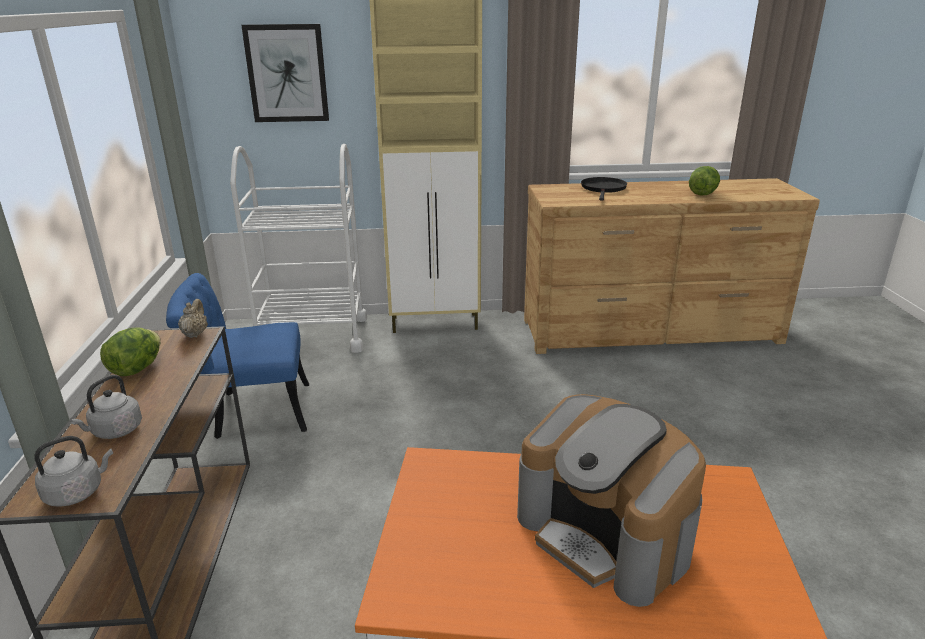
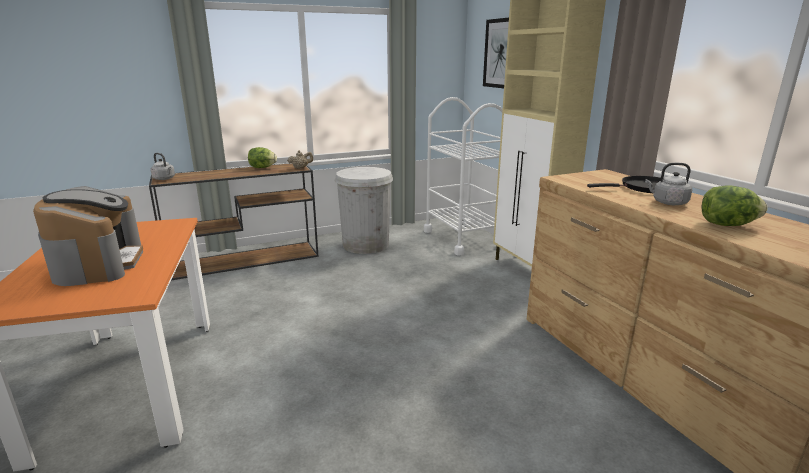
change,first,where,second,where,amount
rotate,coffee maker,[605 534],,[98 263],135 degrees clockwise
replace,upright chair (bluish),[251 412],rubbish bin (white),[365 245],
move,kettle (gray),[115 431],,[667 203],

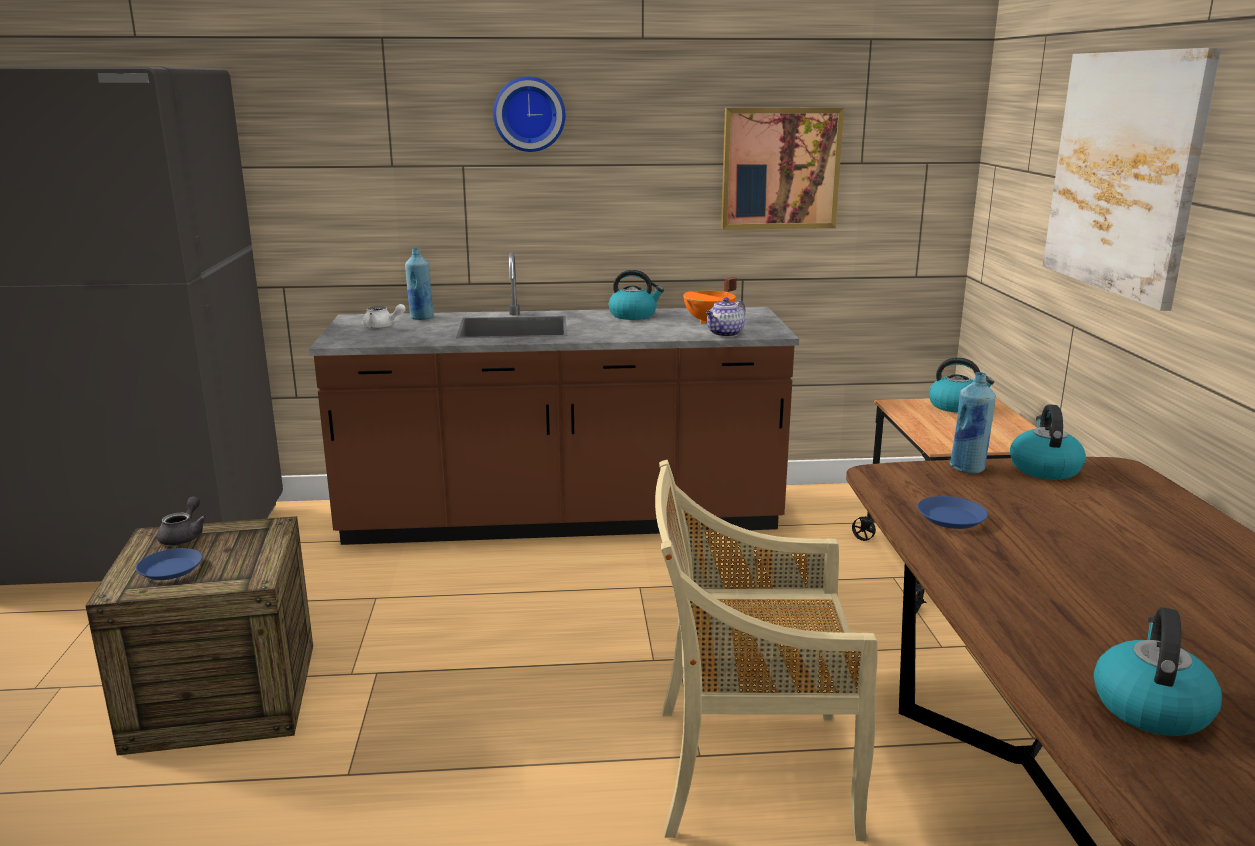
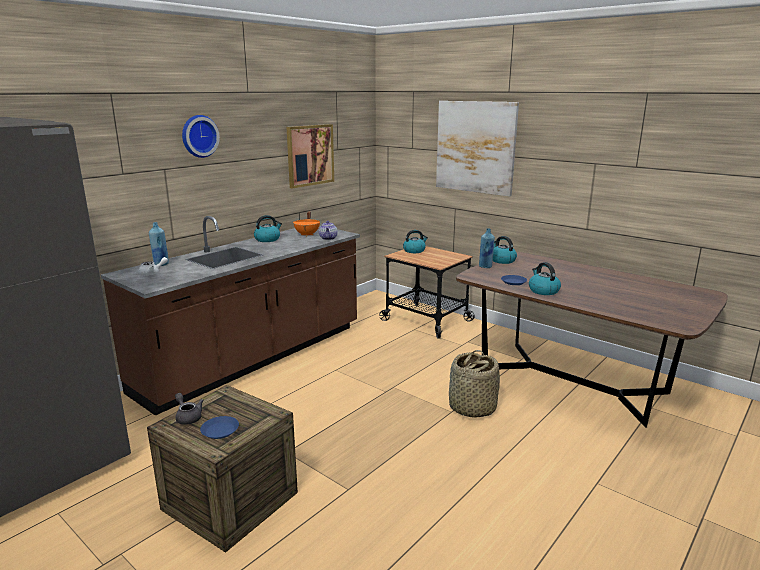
change,first,where,second,where,amount
replace,upright chair (beige),[749 770],basket,[471 407],
move,kettle,[1150 706],,[543 290],

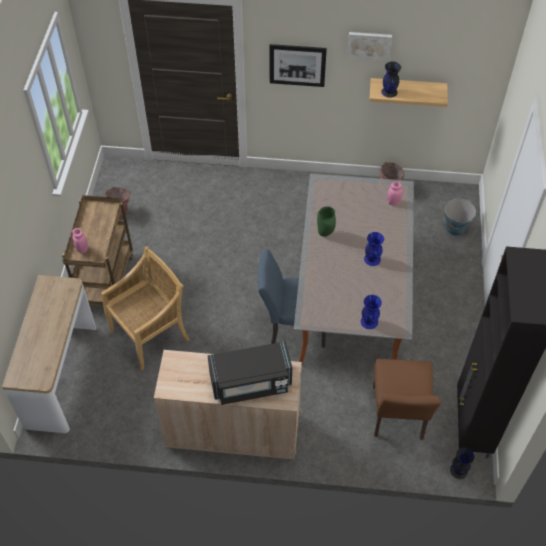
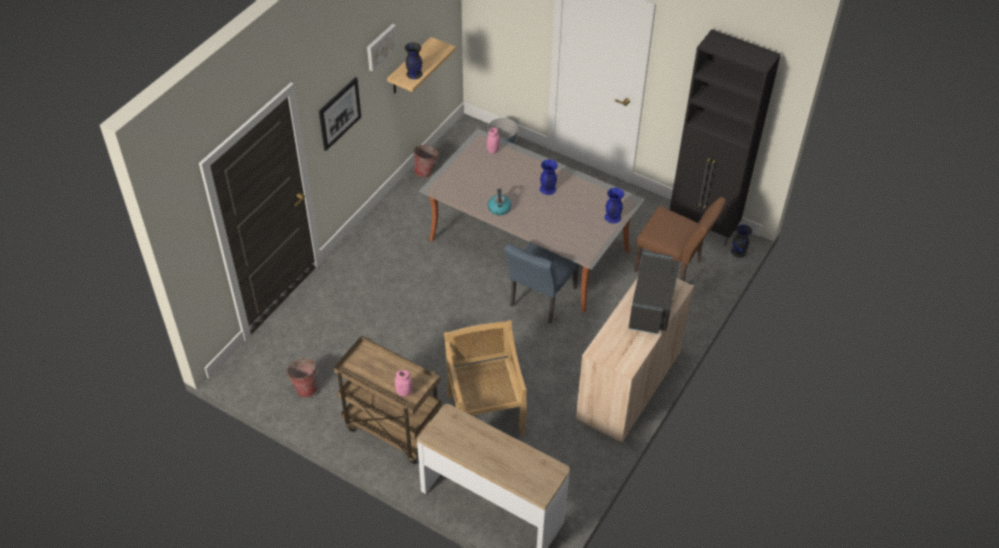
change,first,where,second,where,amount
replace,vase (greenish),[324 233],kettle,[499 208],

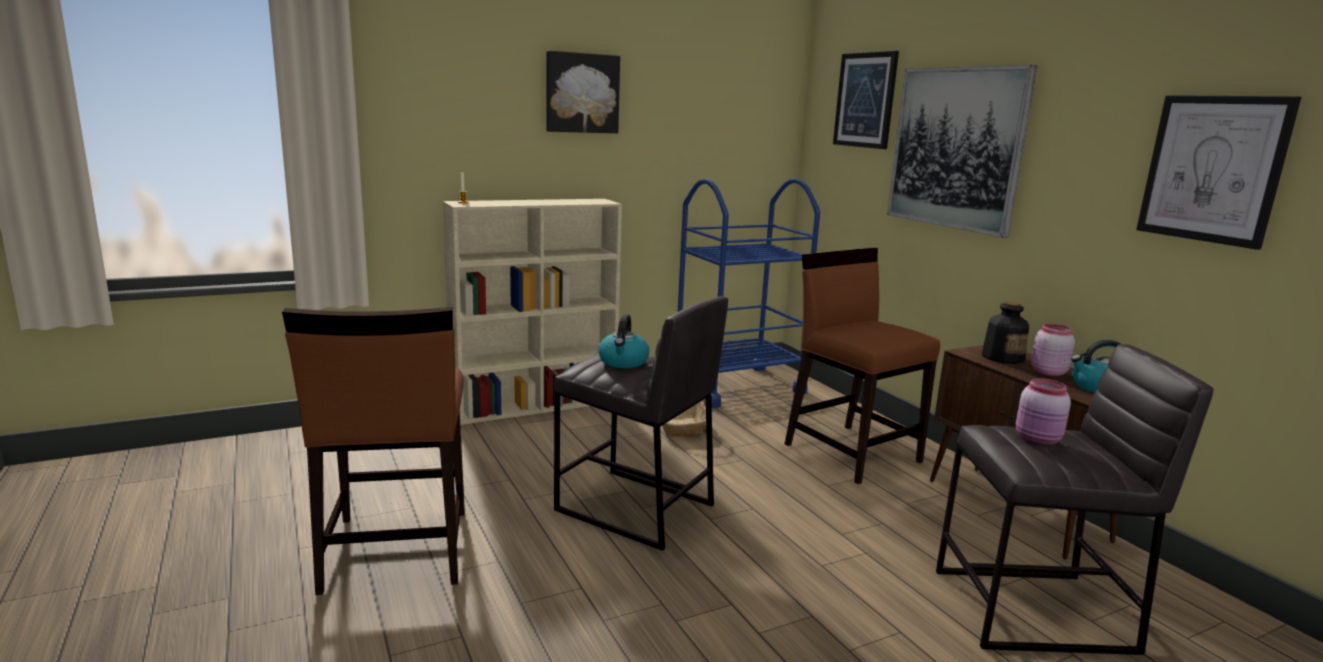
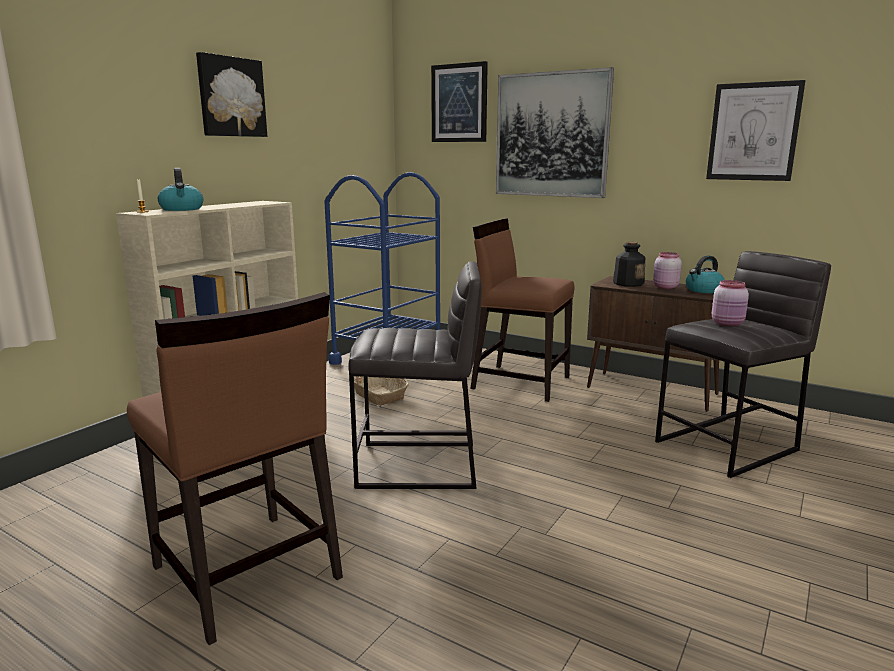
change,first,where,second,where,amount
move,kettle,[623 362],,[182 209],

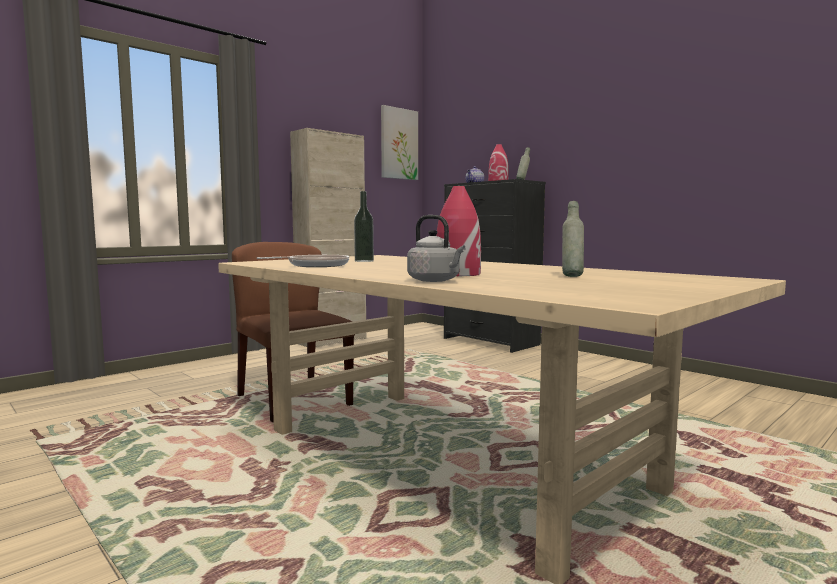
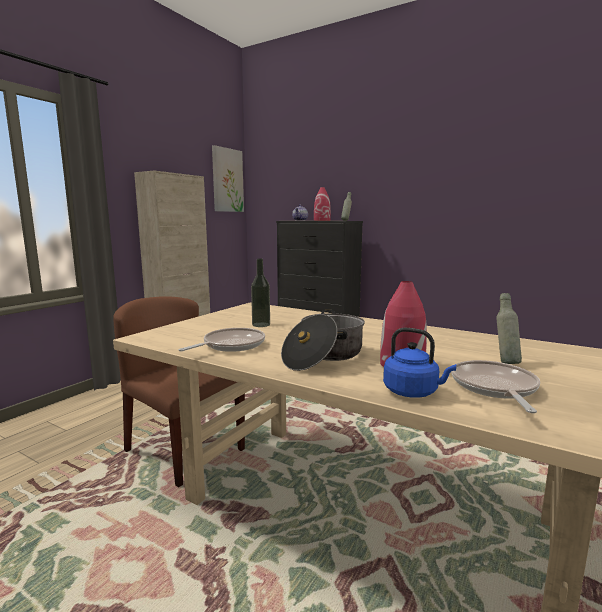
change,first,where,second,where,amount
insert,,,cooking pot,[323 356],
recolor,kettle (gray),[435 280],kettle (bluish),[413 392],
insert,,,skillet,[494 388],

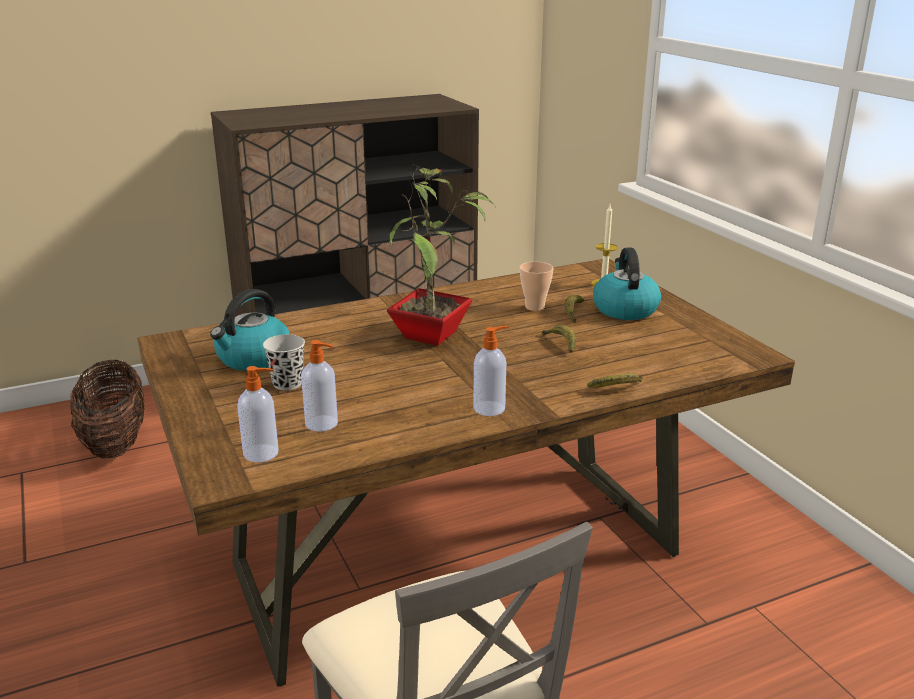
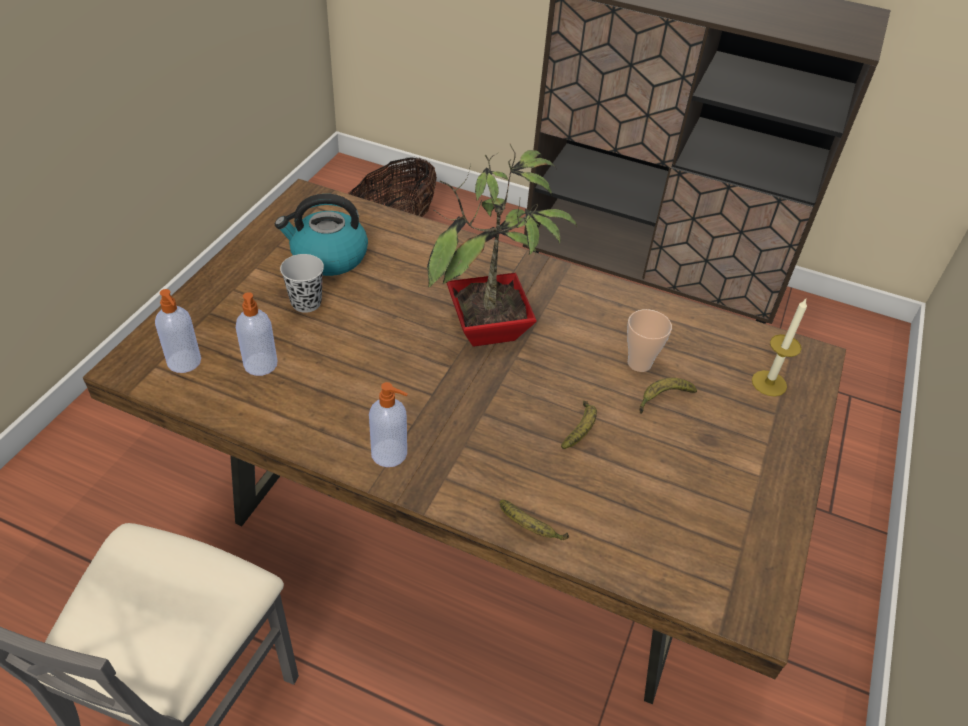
change,first,where,second,where,amount
delete,kettle,[624 309],,,

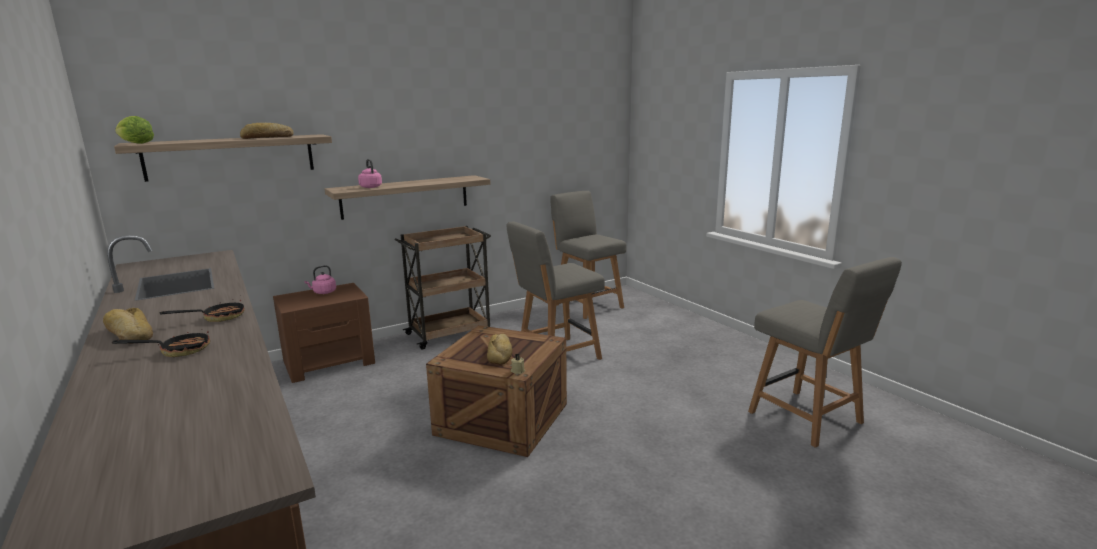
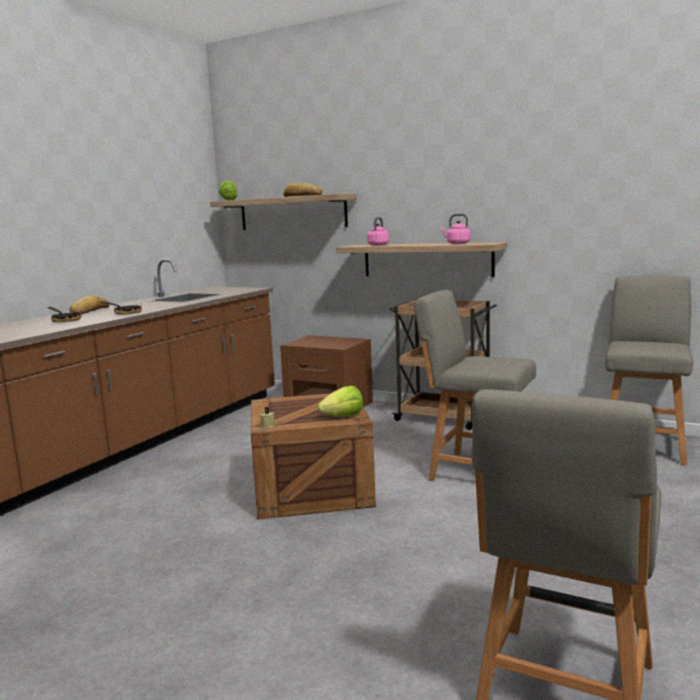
change,first,where,second,where,amount
insert,,,head of lettuce,[343 416],
move,kettle (pinkish),[323 292],,[457 243],
delete,bakery bread,[500 353],,,

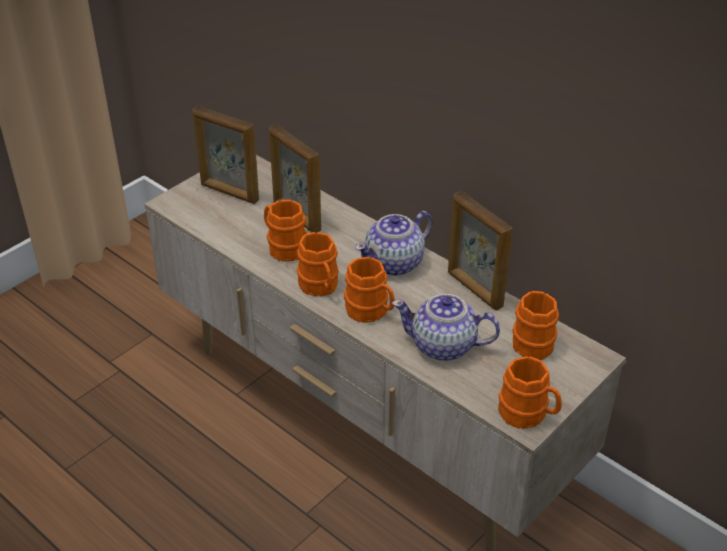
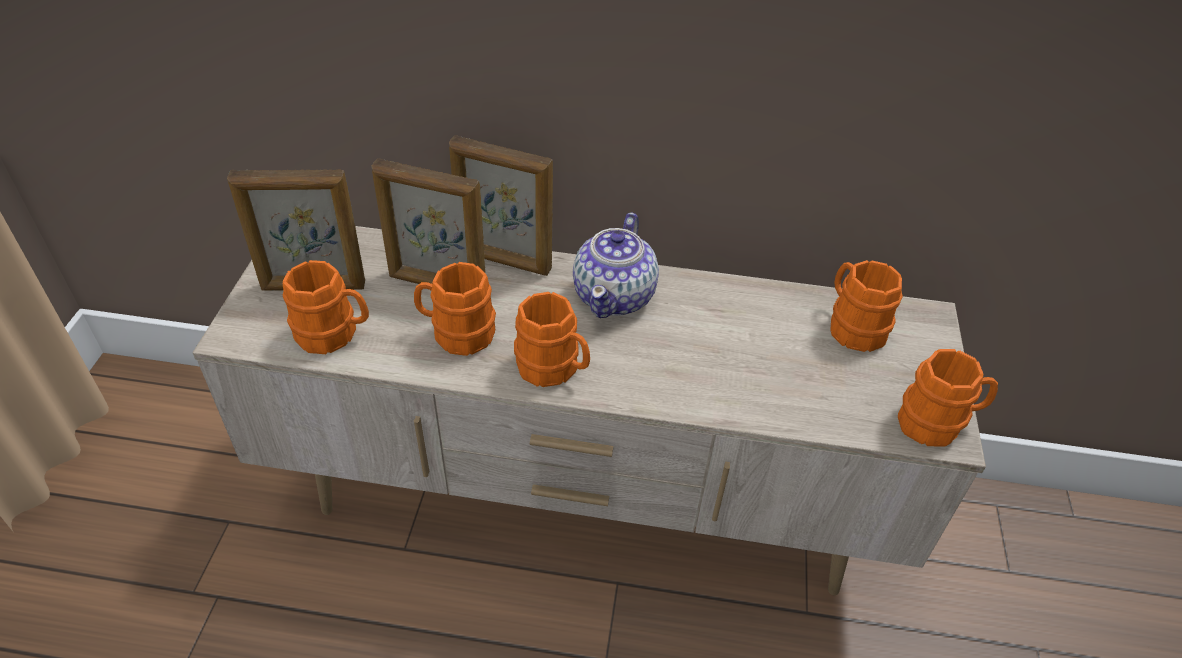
change,first,where,second,where,amount
move,tea mug (orangey),[371 312],,[334 334],
move,photo frame,[474 290],,[504 261],
delete,teapot,[444 346],,,

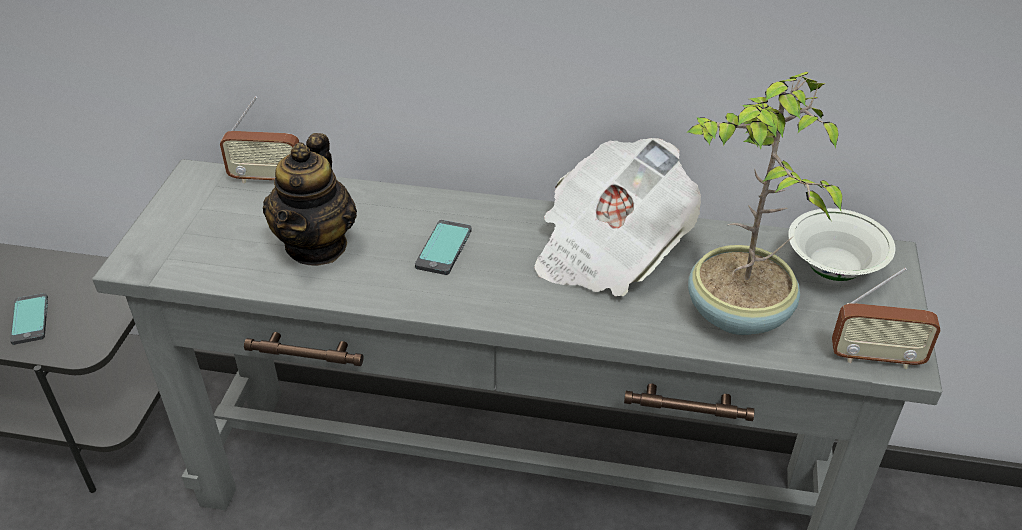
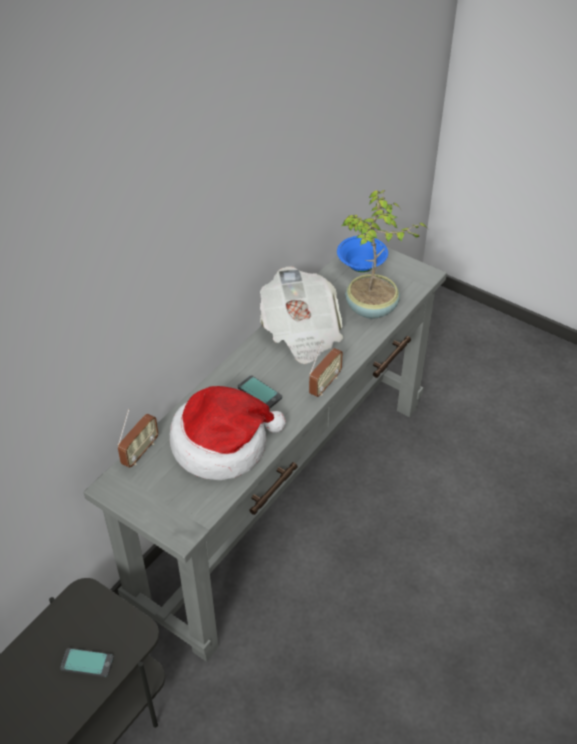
change,first,where,second,where,amount
replace,teapot,[317 245],hat,[222 444],
move,radio receiver,[876 358],,[324 384],
recolor,serving bowl (white),[833 270],serving bowl (bluish),[361 267],

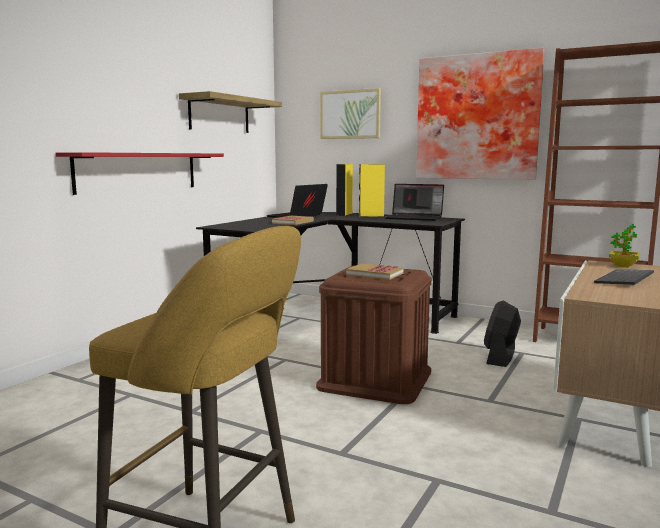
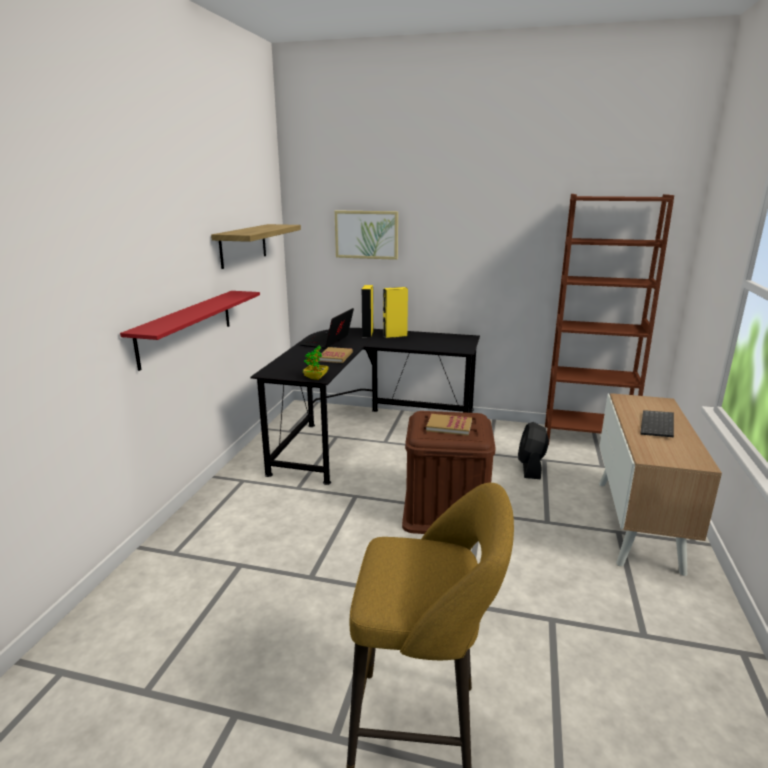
change,first,where,second,where,amount
move,houseplant,[623 266],,[316 377],
delete,laptop,[415 218],,,
delete,picture,[477 117],,,

